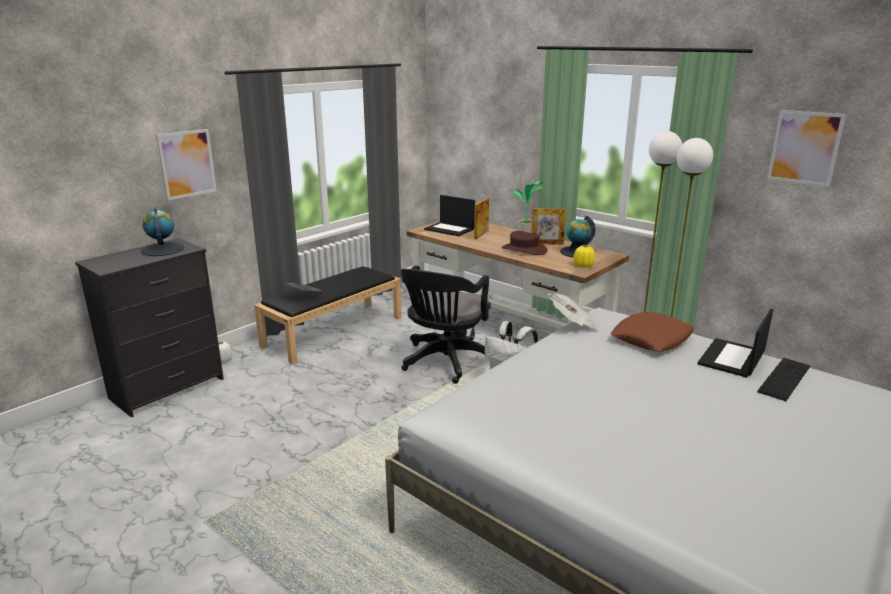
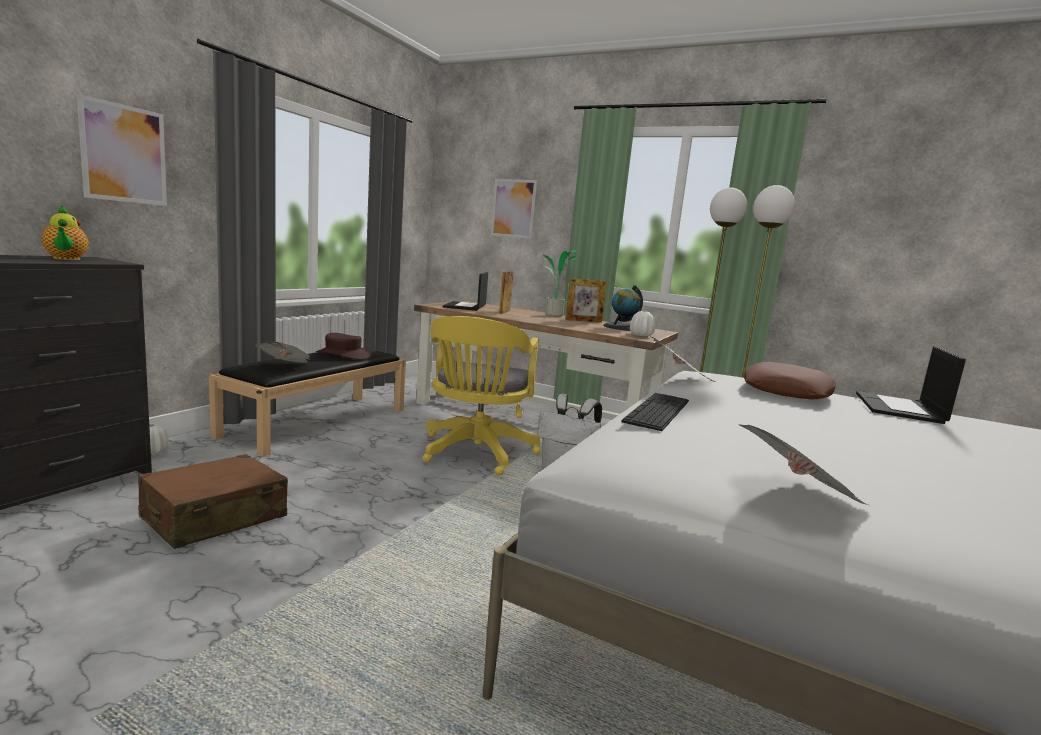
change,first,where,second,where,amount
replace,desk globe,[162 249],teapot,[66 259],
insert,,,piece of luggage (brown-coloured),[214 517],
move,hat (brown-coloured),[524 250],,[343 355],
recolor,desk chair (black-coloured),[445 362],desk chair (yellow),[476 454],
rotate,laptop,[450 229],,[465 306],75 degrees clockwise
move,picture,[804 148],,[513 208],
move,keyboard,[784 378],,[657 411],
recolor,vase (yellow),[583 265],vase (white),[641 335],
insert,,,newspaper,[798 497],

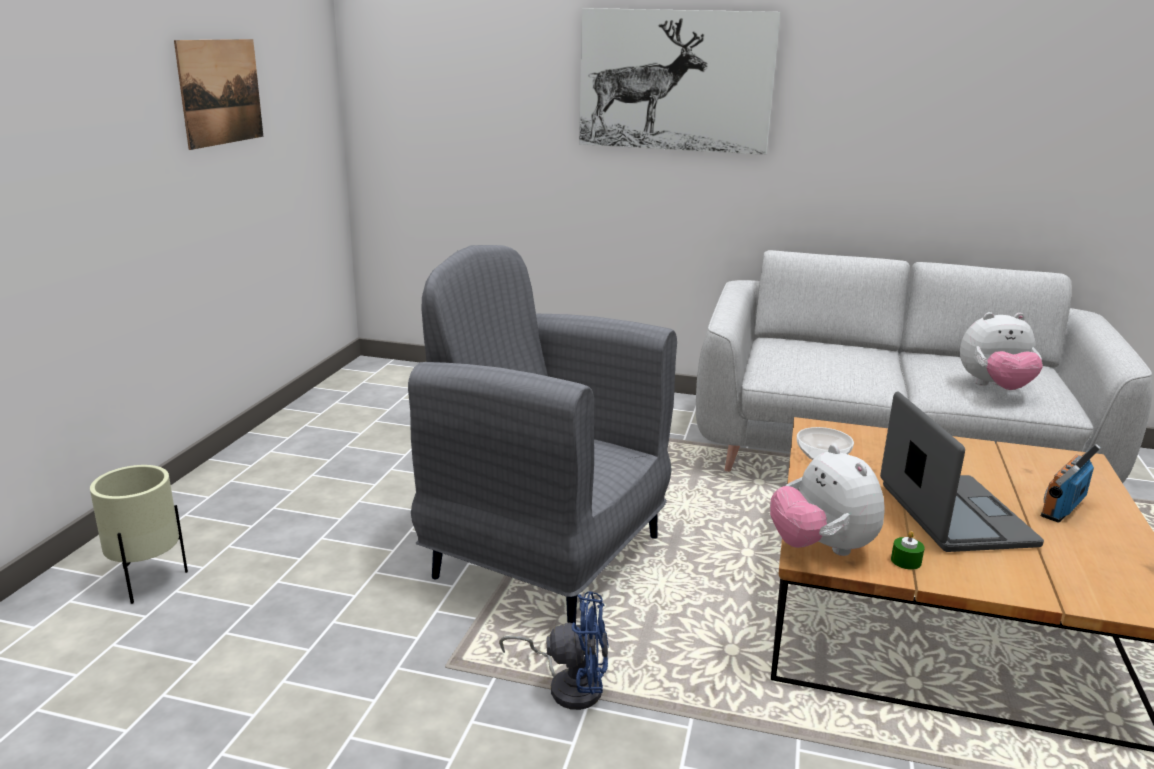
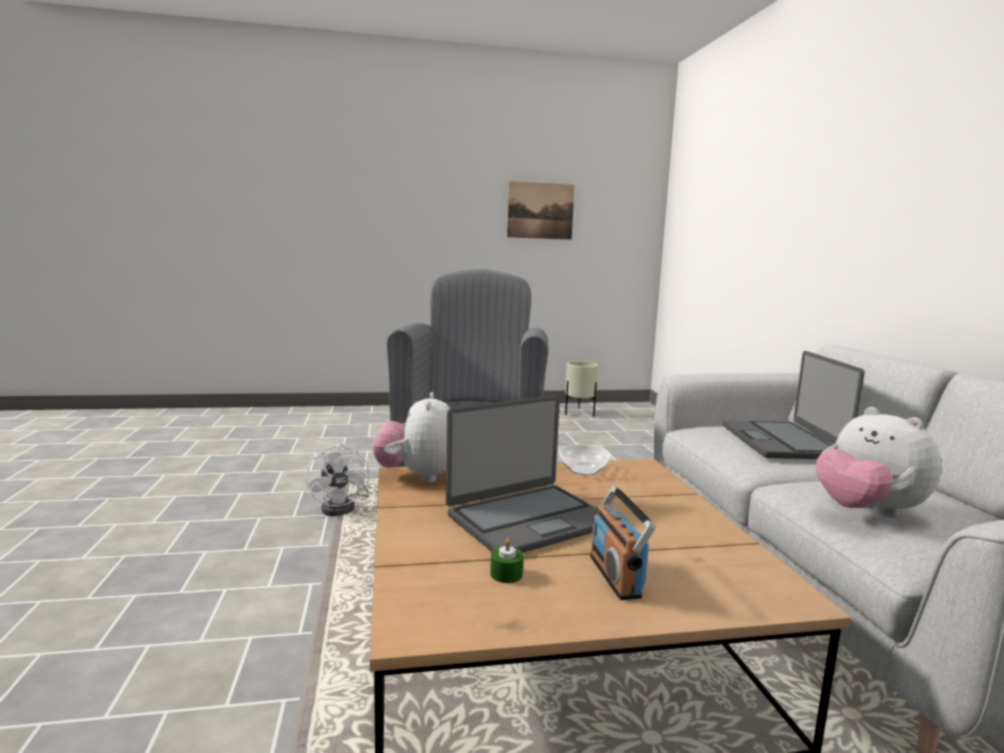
change,first,where,second,where,amount
recolor,fan (bluish),[568 685],fan (white),[343 507],
rotate,cuddly toy,[821 548],,[417 476],45 degrees counterclockwise
move,wax light (greenish),[906 561],,[506 574],
move,flower pot (beige),[148 582],,[579 413],
rotate,radio receiver,[1062 508],,[615 575],120 degrees counterclockwise
insert,,,laptop,[782 442],
delete,picture,[675 81],,,

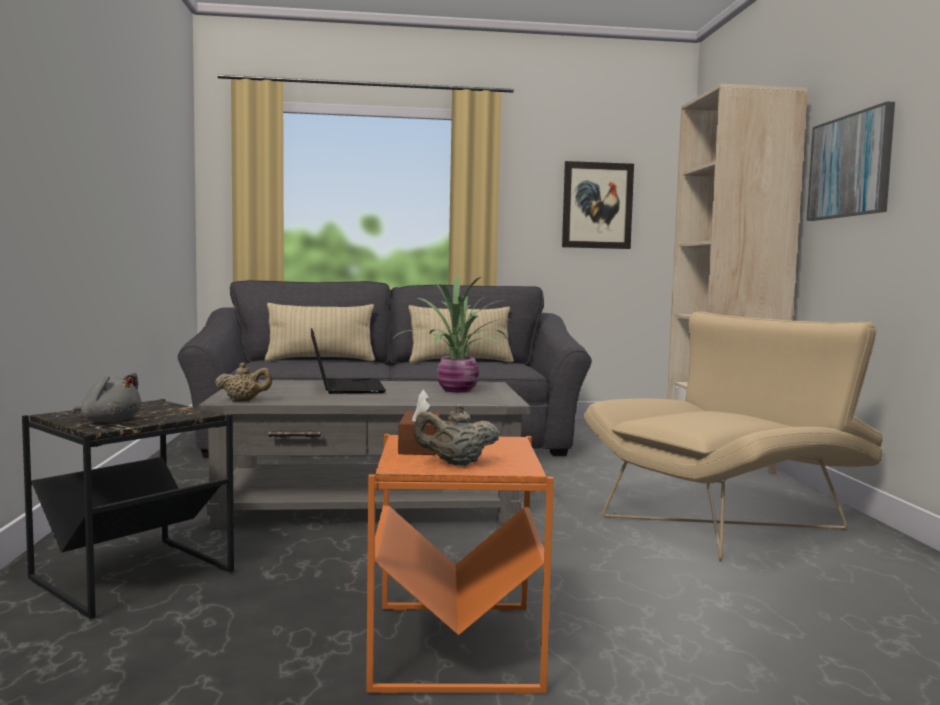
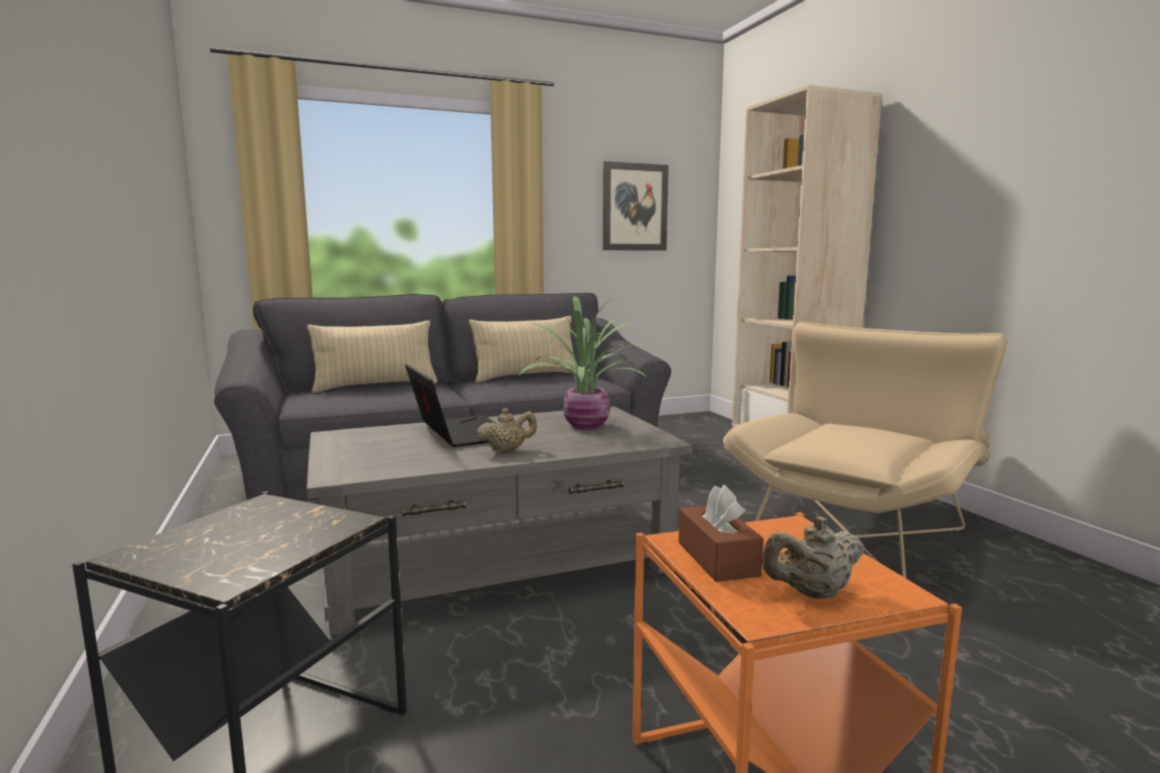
change,first,where,second,where,amount
move,teapot (beige),[243 401],,[507 451],
delete,cuddly toy (gray),[109 421],,,
delete,picture,[850 166],,,

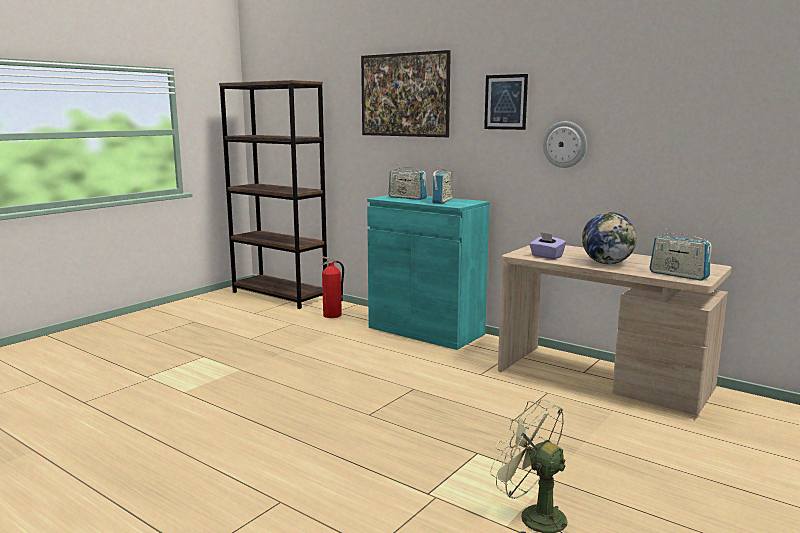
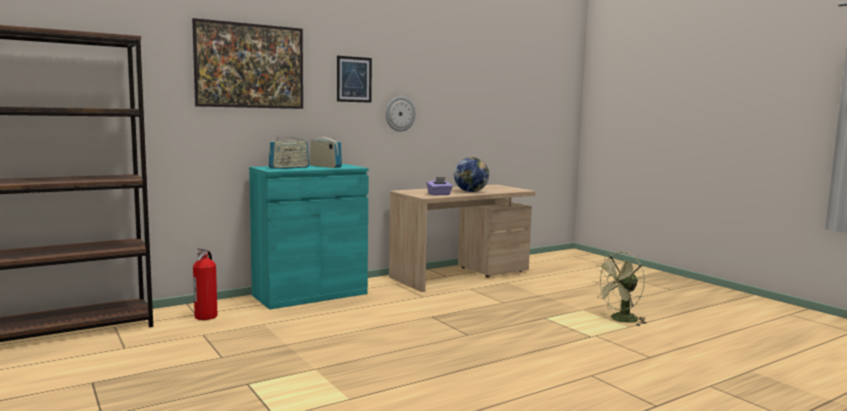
change,first,where,second,where,amount
delete,radio receiver,[678 275],,,

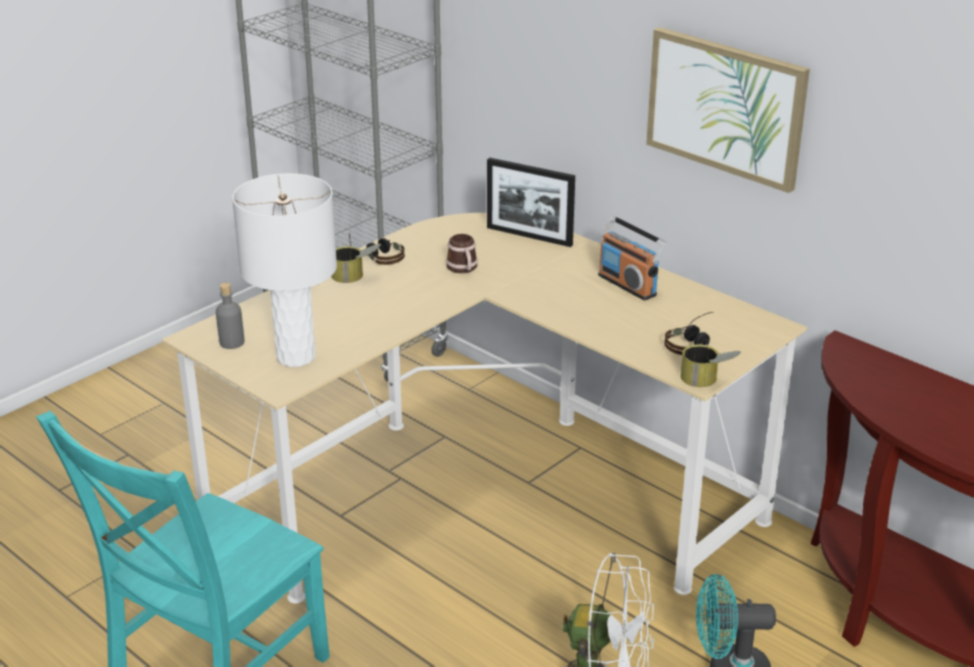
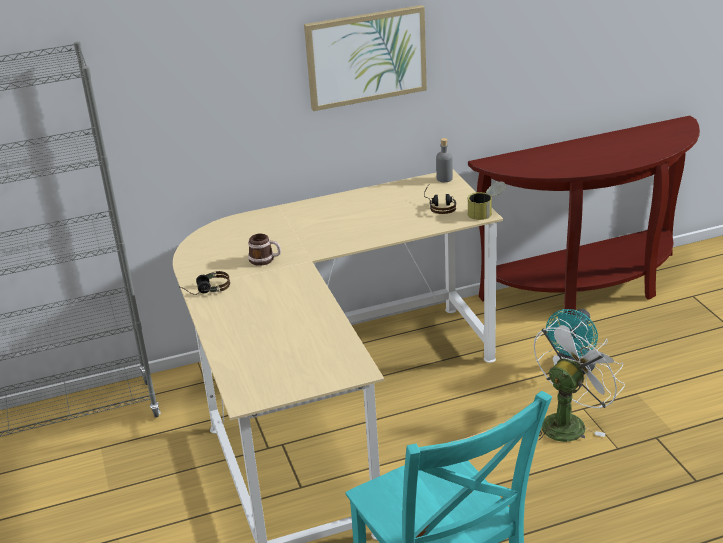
change,first,where,second,where,amount
move,beverage bottle (gray),[232 342],,[444 178],
delete,lamp for a table (white),[296 357],,,
delete,can,[356 277],,,
delete,photo frame,[529 236],,,
delete,radio receiver,[628 285],,,

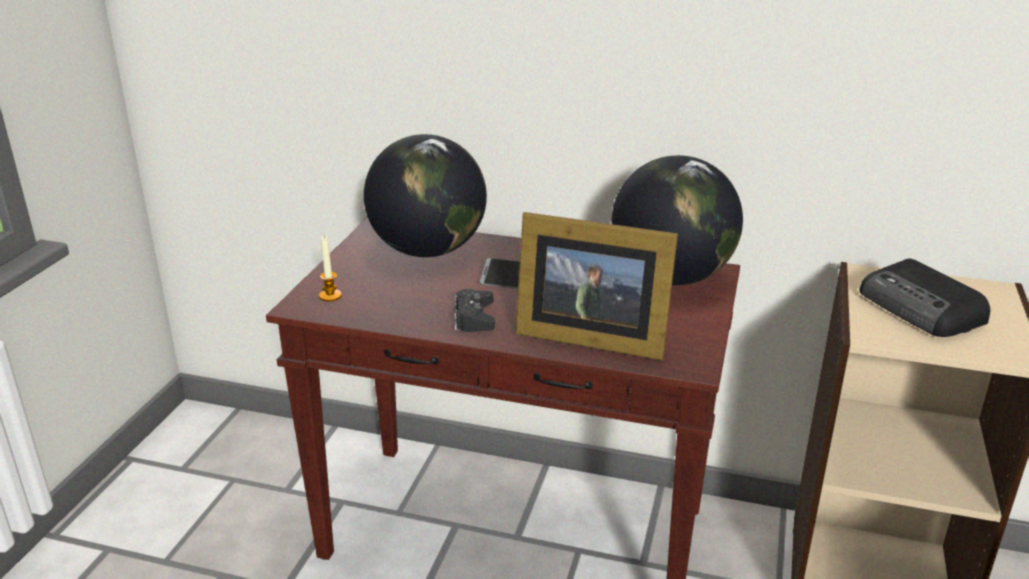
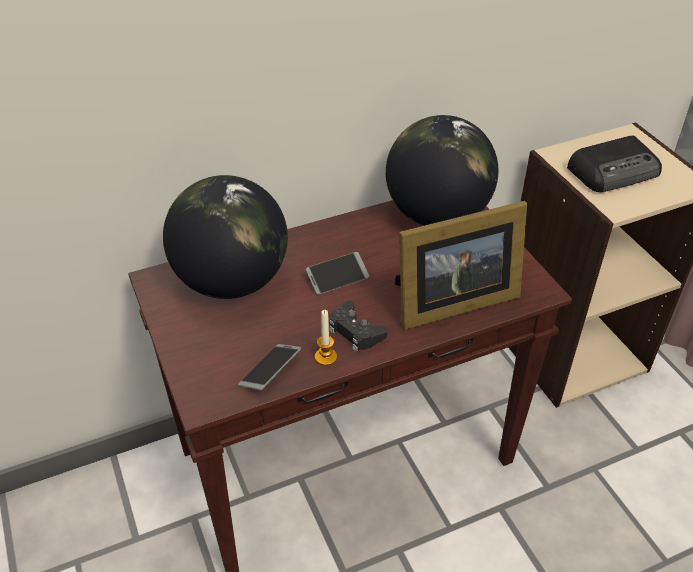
change,first,where,second,where,amount
insert,,,handset,[270 371],
move,wax light,[330 296],,[325 357],
rotate,radio receiver,[921 309],,[614 171],45 degrees counterclockwise

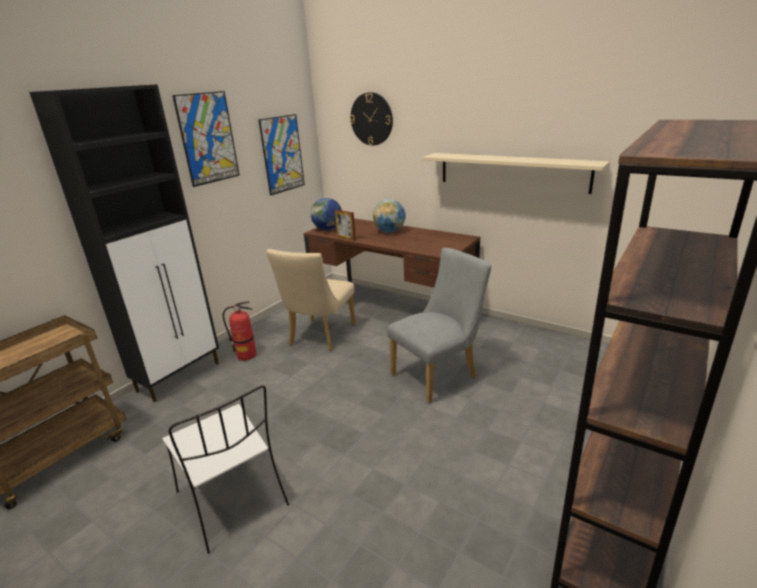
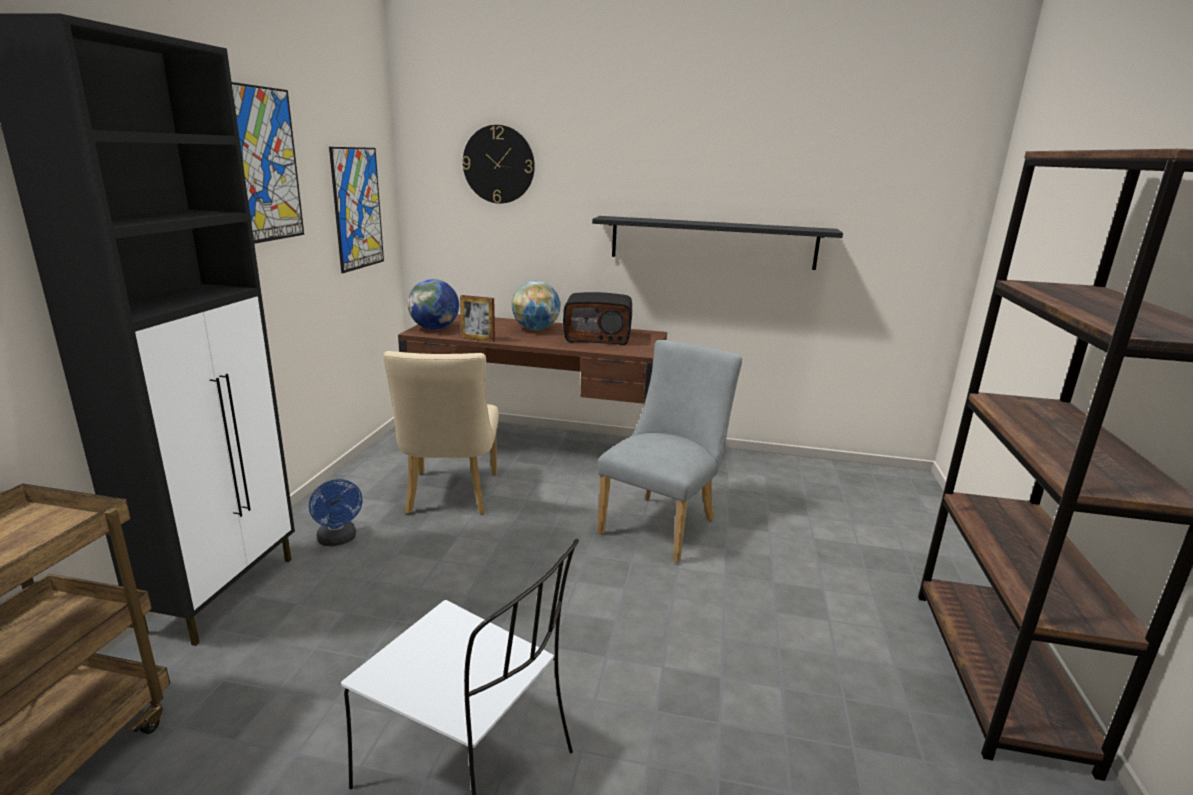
change,first,where,second,where,amount
replace,extinguisher,[247 355],fan (bluish),[338 540],
insert,,,radio receiver,[598 337],
recolor,wall shelf (beige),[512 172],wall shelf (black-coloured),[713 242],

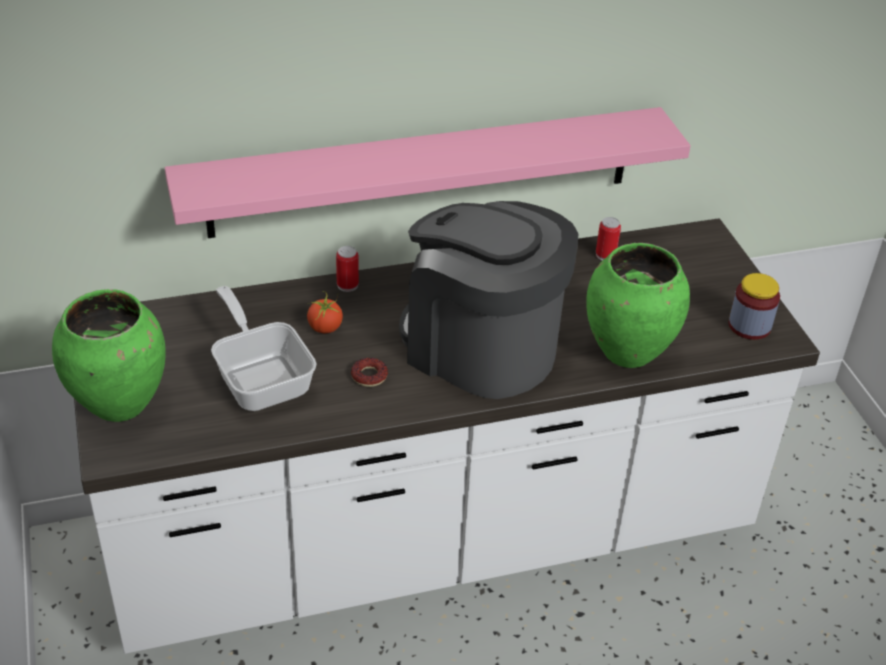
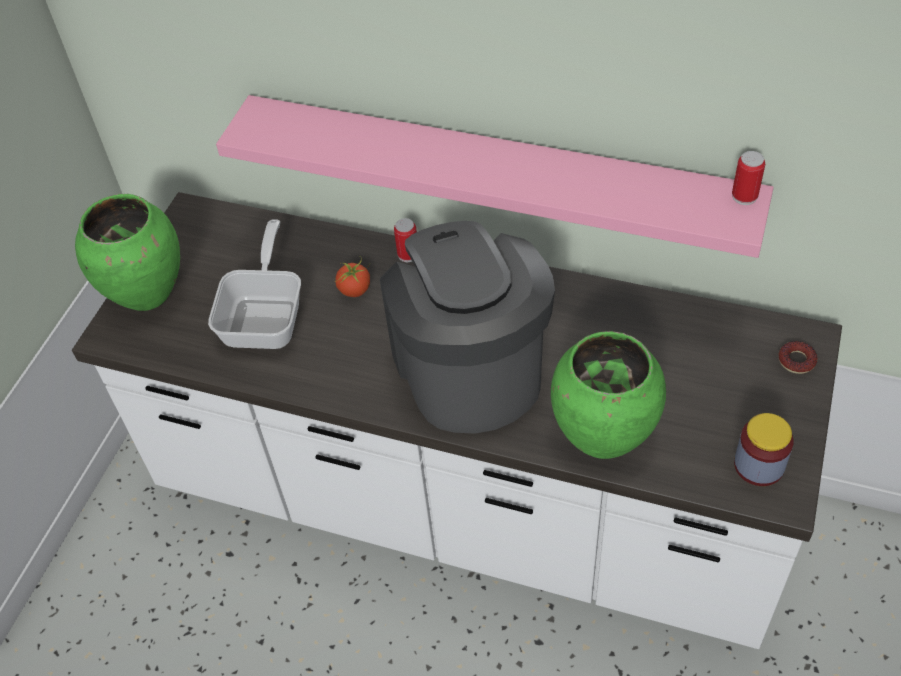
change,first,where,second,where,amount
move,can,[605 255],,[744 196],
move,ring doughnut,[369 376],,[796 361],

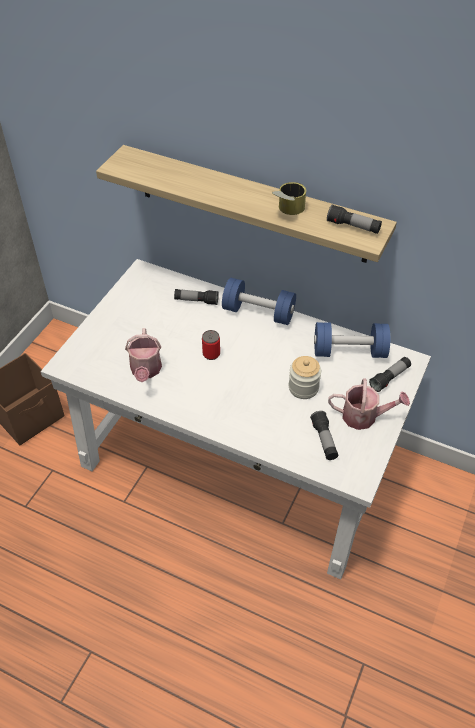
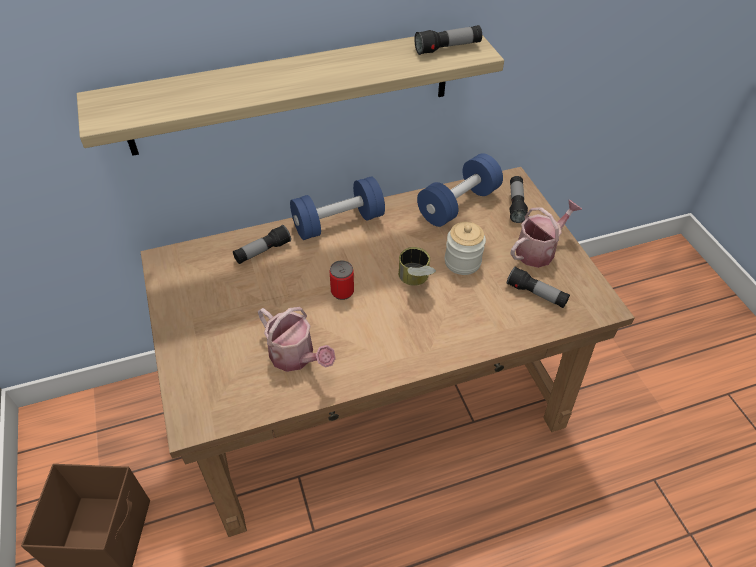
change,first,where,second,where,amount
recolor,desk unit (white),[237 459],desk unit (brown-coloured),[376 398],
move,can,[287 211],,[415 281],

